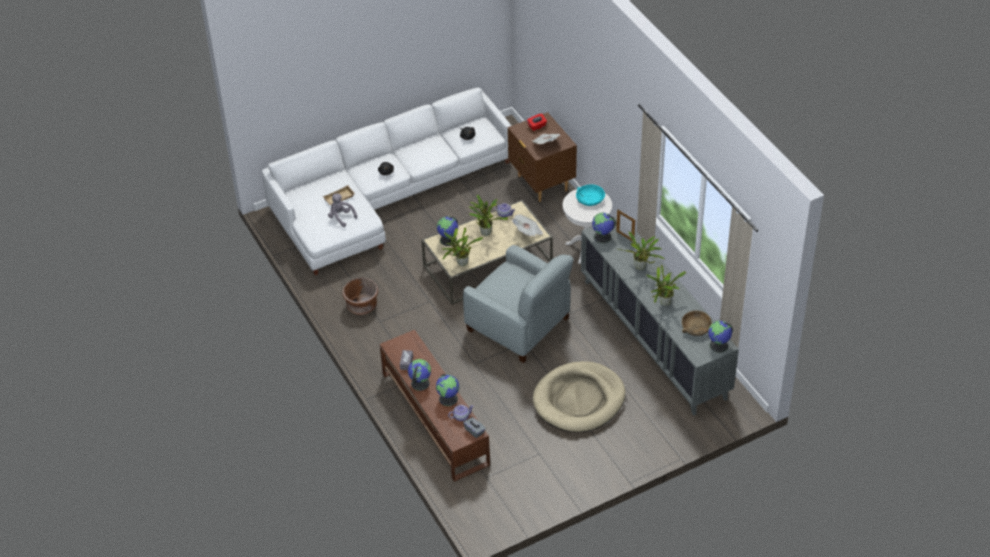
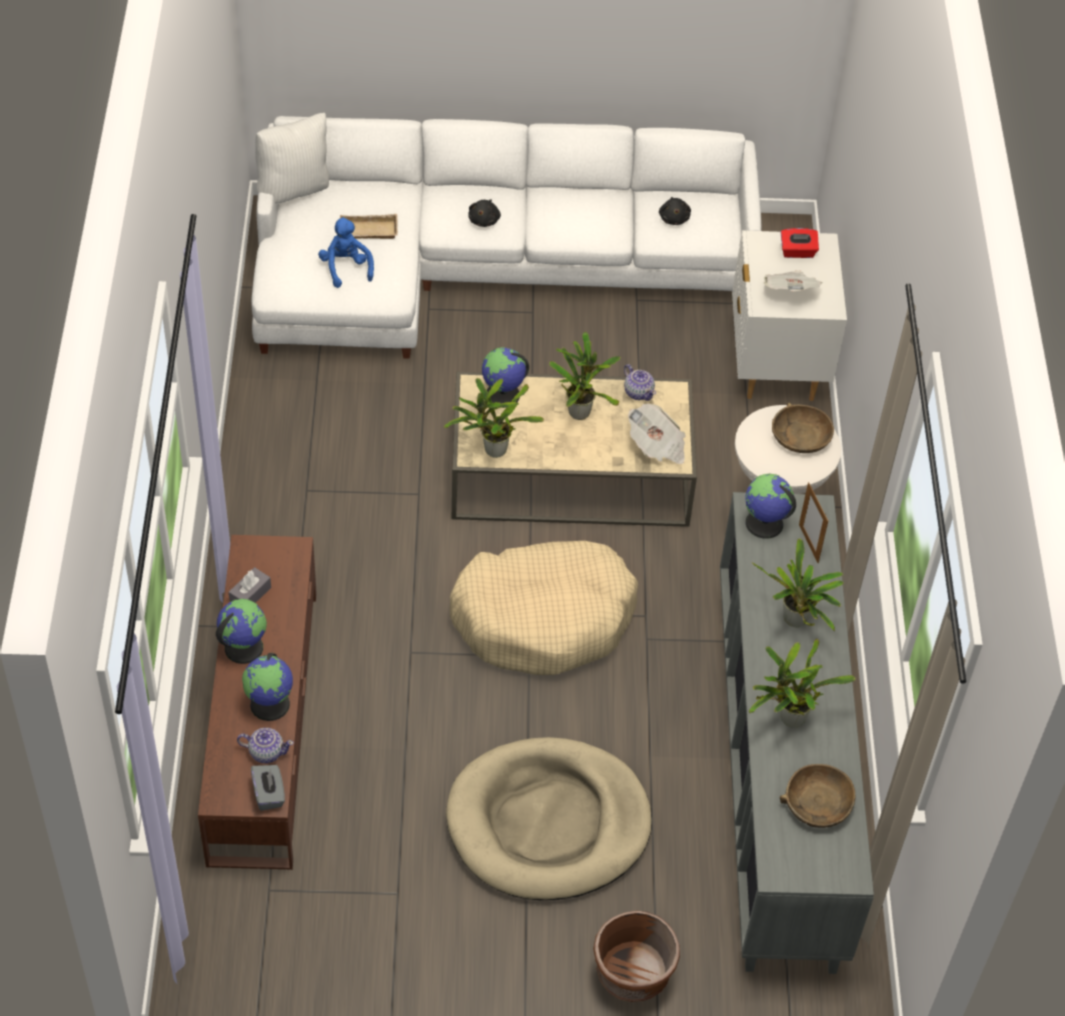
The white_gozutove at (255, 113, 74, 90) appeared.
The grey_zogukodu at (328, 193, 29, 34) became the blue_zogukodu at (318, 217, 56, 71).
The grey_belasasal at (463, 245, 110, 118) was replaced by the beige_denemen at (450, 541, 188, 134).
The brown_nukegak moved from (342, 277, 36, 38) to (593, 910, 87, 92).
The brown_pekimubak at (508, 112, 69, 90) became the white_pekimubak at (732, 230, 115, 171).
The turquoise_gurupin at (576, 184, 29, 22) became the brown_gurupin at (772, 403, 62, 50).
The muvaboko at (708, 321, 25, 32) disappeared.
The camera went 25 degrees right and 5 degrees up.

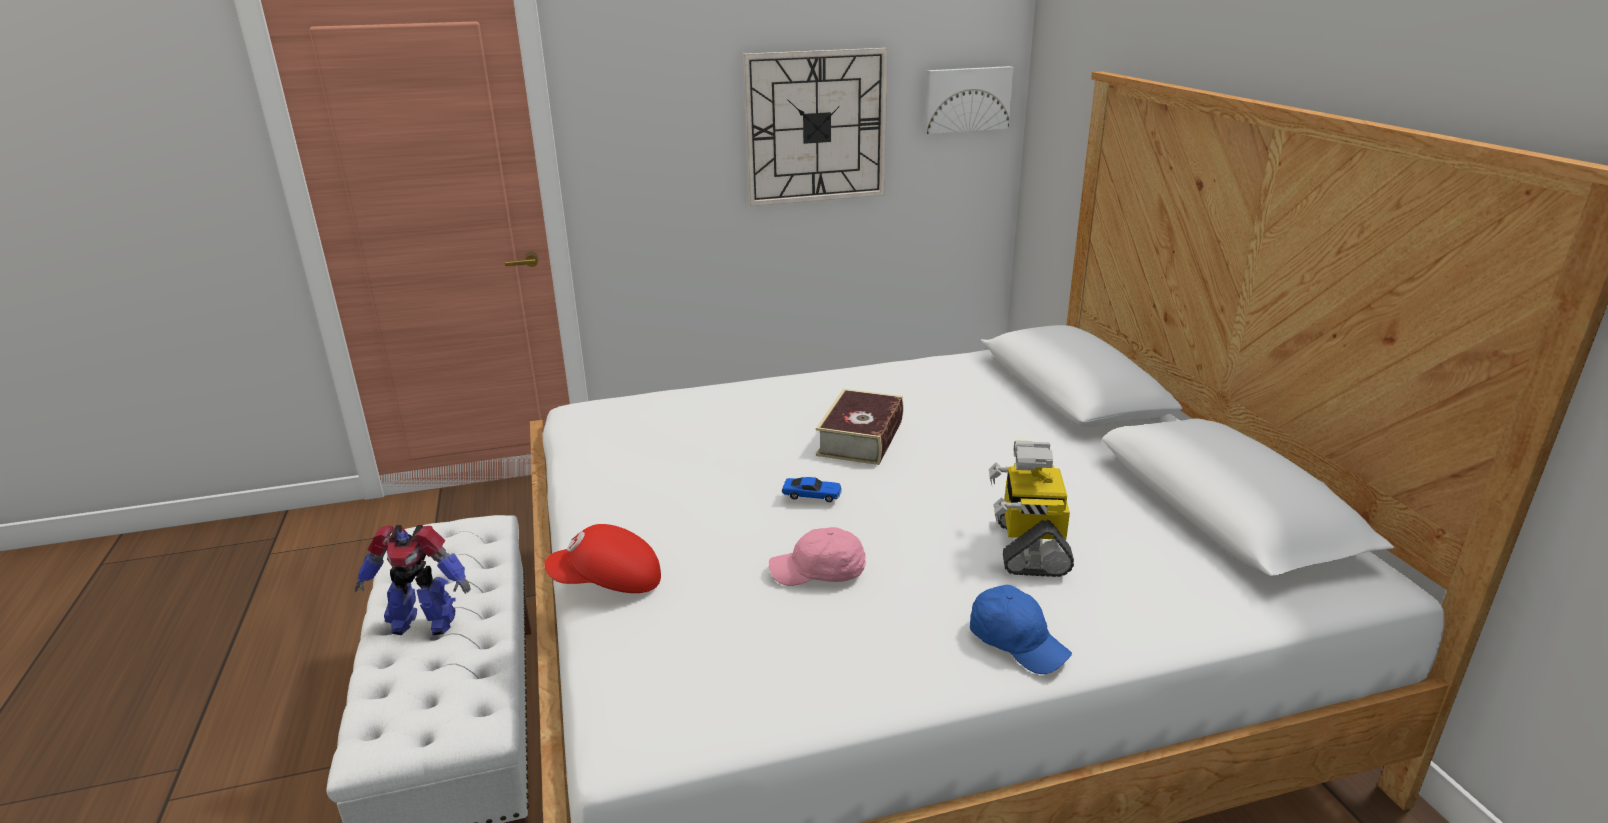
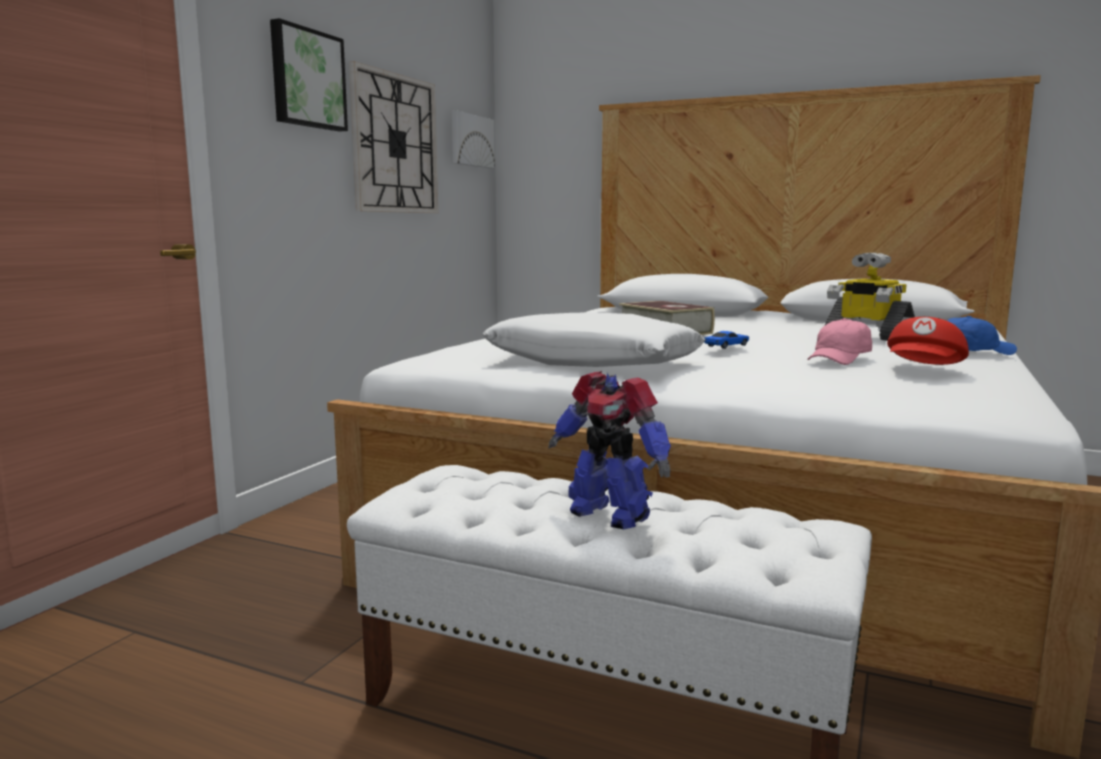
The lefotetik at (270, 18, 78, 114) appeared.
The white_gozutove at (483, 312, 222, 55) appeared.
The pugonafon at (355, 525, 116, 110) turned 90 degrees clockwise.
The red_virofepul moved from (544, 524, 117, 69) to (887, 317, 82, 48).
The camera went 50 degrees left and 15 degrees down.

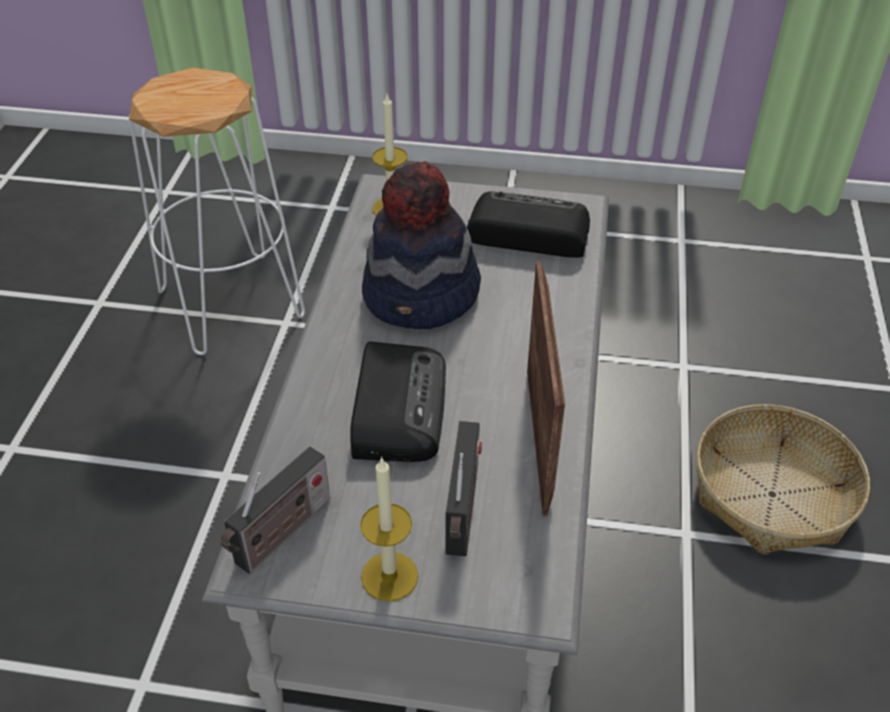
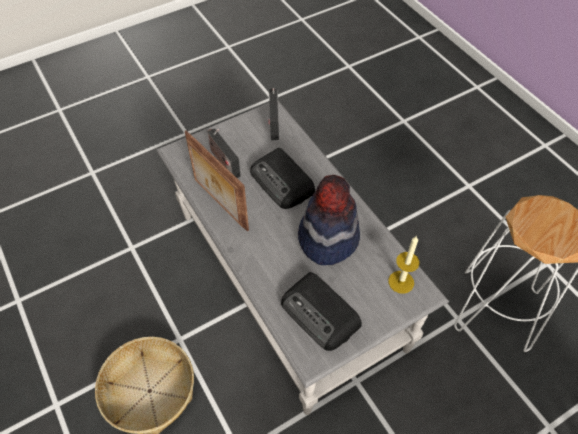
The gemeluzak at (467, 192, 123, 66) turned 75 degrees clockwise.
The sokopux at (360, 456, 59, 146) disappeared.
The camera went 140 degrees right and 10 degrees up.

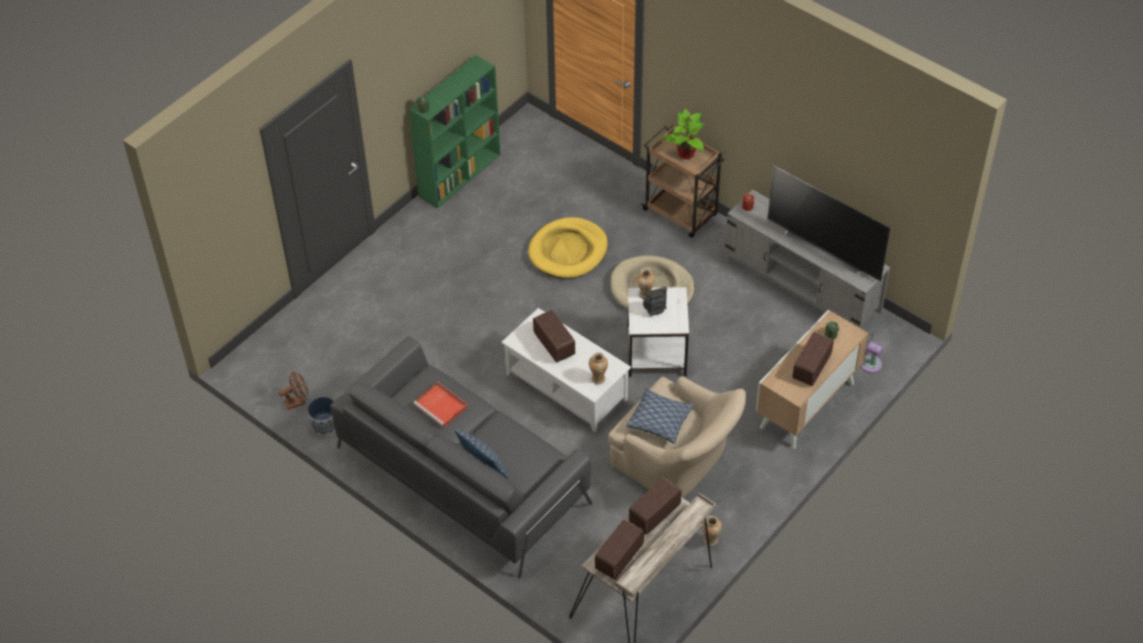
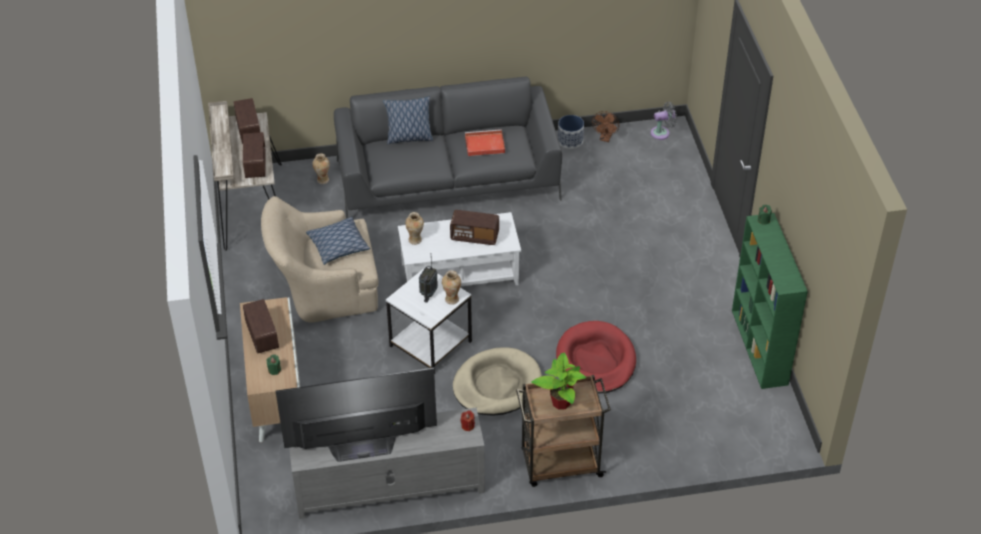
The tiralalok moved from (702, 516, 20, 30) to (313, 153, 17, 31).
The yellow_denemen at (528, 217, 80, 62) became the red_denemen at (556, 321, 80, 72).
The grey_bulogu moved from (861, 331, 22, 42) to (650, 102, 27, 38).
The camera went 130 degrees right and 5 degrees down.

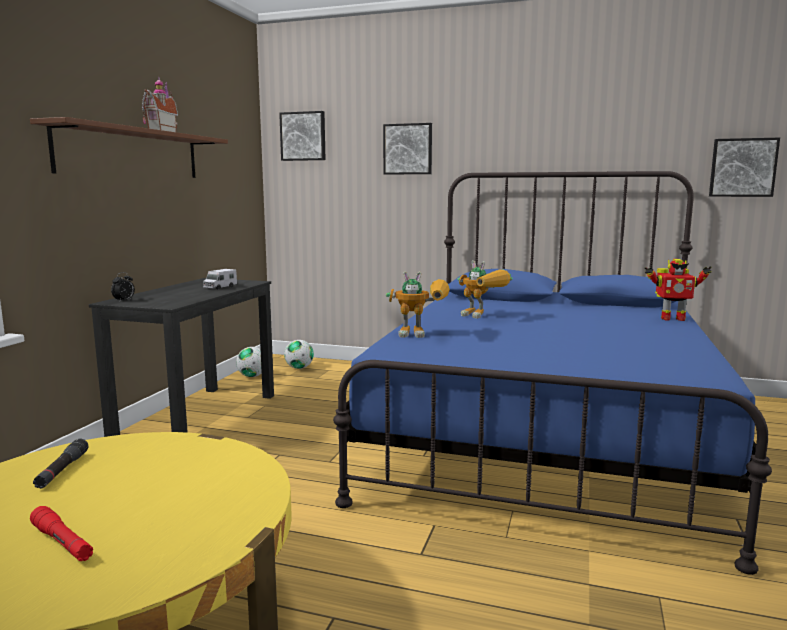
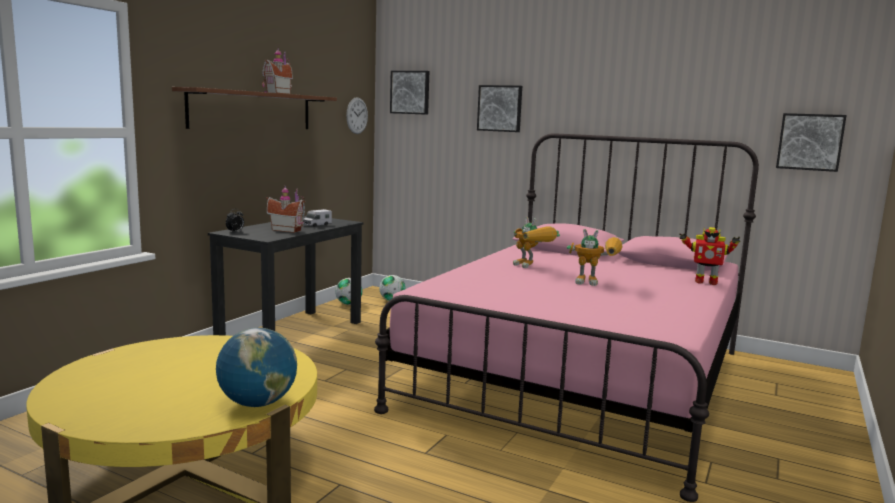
The muvaboko at (216, 328, 81, 79) appeared.
The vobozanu at (266, 185, 39, 48) appeared.
The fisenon at (346, 97, 22, 37) appeared.
The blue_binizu at (333, 171, 439, 404) became the pink_binizu at (374, 133, 385, 369).
The pugonafon moved from (386, 271, 64, 67) to (567, 229, 56, 57).
The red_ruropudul at (30, 506, 63, 56) disappeared.
The black_ruropudul at (33, 438, 56, 51) disappeared.
The camera went 10 degrees right and 0 degrees up.

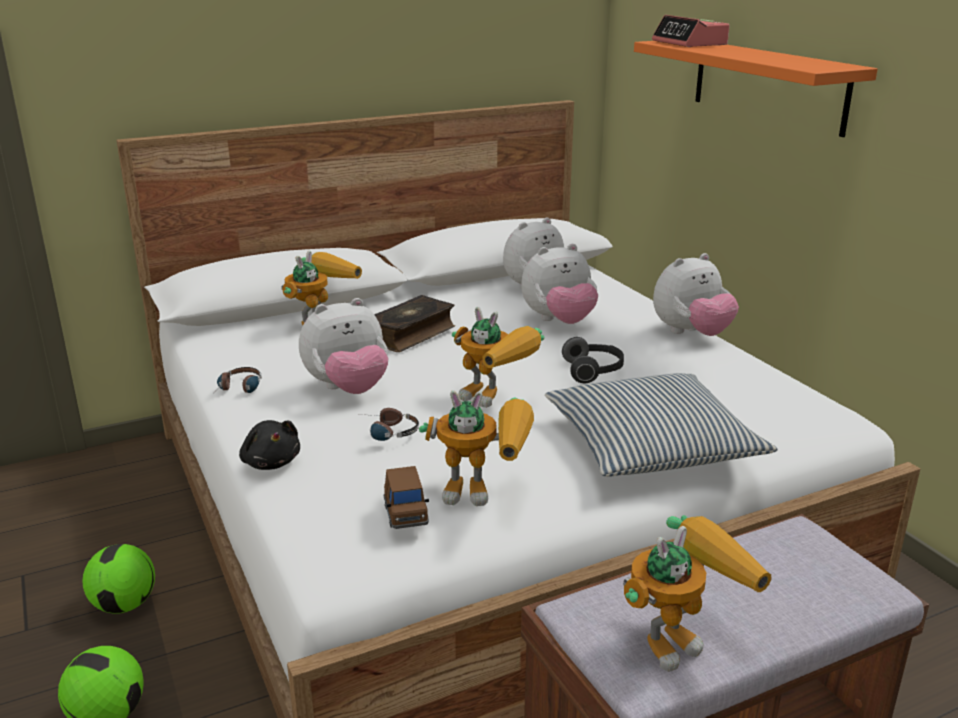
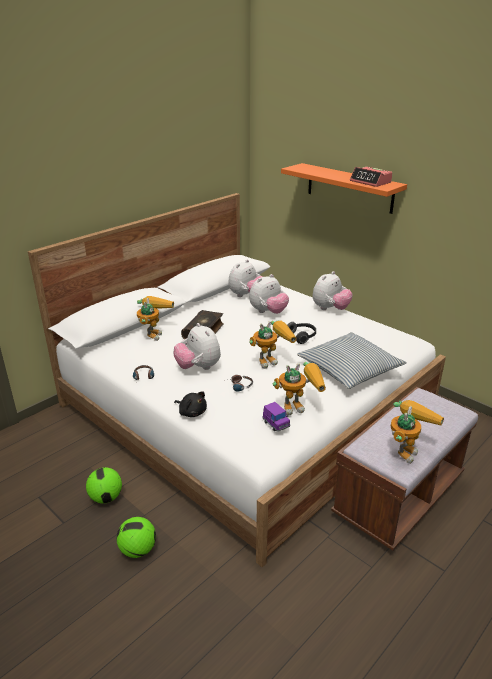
The zogukodu at (299, 298, 89, 96) turned 105 degrees clockwise.
The pugonafon at (452, 307, 92, 101) turned 45 degrees counterclockwise.
The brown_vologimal at (384, 466, 45, 63) became the purple_vologimal at (263, 402, 27, 29).
The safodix moved from (652, 15, 78, 32) to (350, 167, 42, 20).
The camera went 20 degrees left and 5 degrees up.

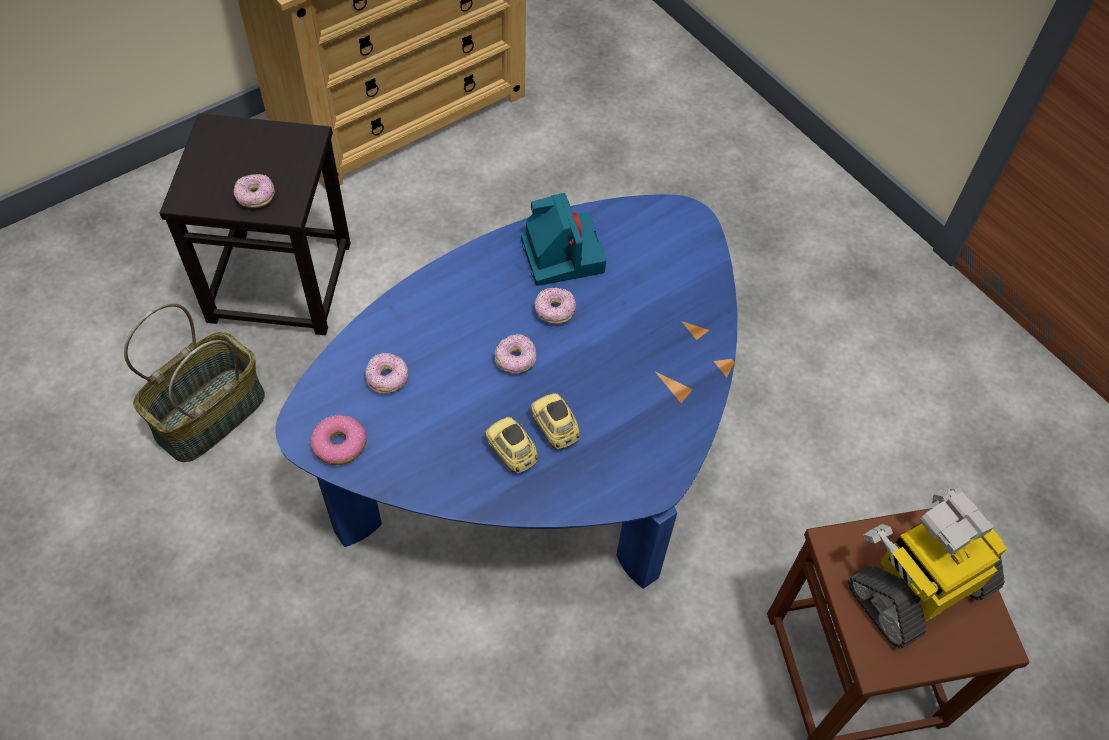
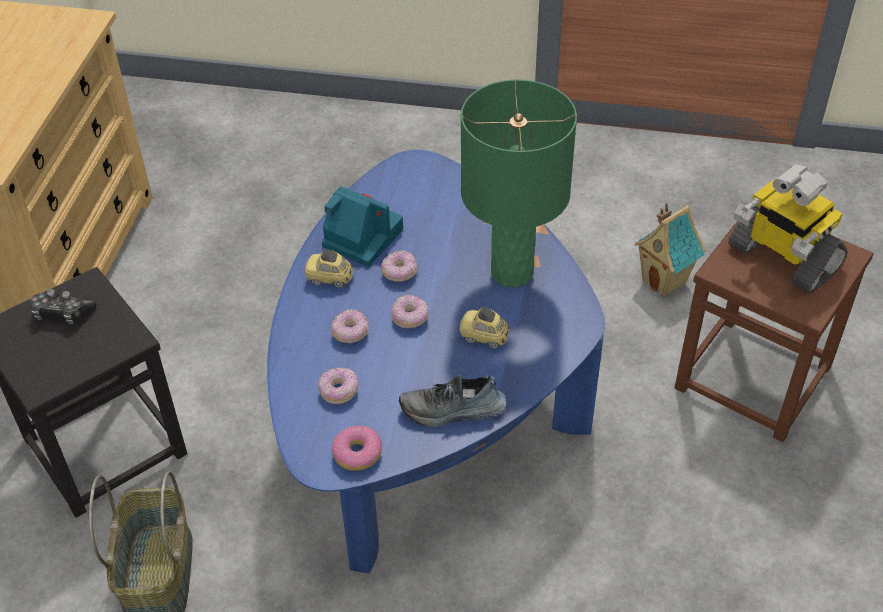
The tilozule at (30, 289, 67, 36) appeared.
The vologimal moved from (485, 417, 53, 56) to (305, 249, 48, 39).
The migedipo moved from (234, 174, 41, 34) to (331, 309, 38, 34).
The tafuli at (399, 374, 108, 54) appeared.
The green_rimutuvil at (461, 79, 116, 209) appeared.
The vobozanu at (635, 203, 71, 94) appeared.
The pugonafon at (848, 485, 159, 164) turned 60 degrees counterclockwise.
The camera went 40 degrees left and 10 degrees down.

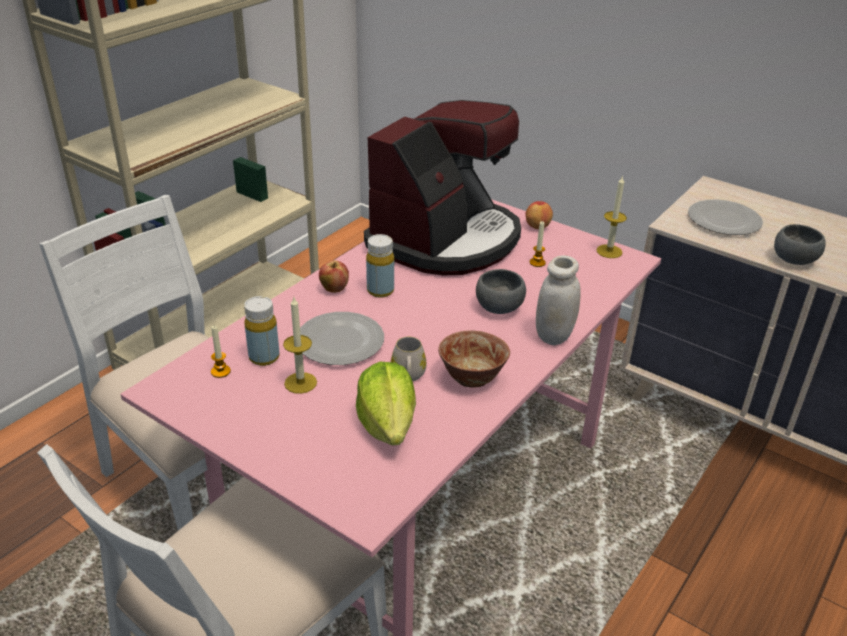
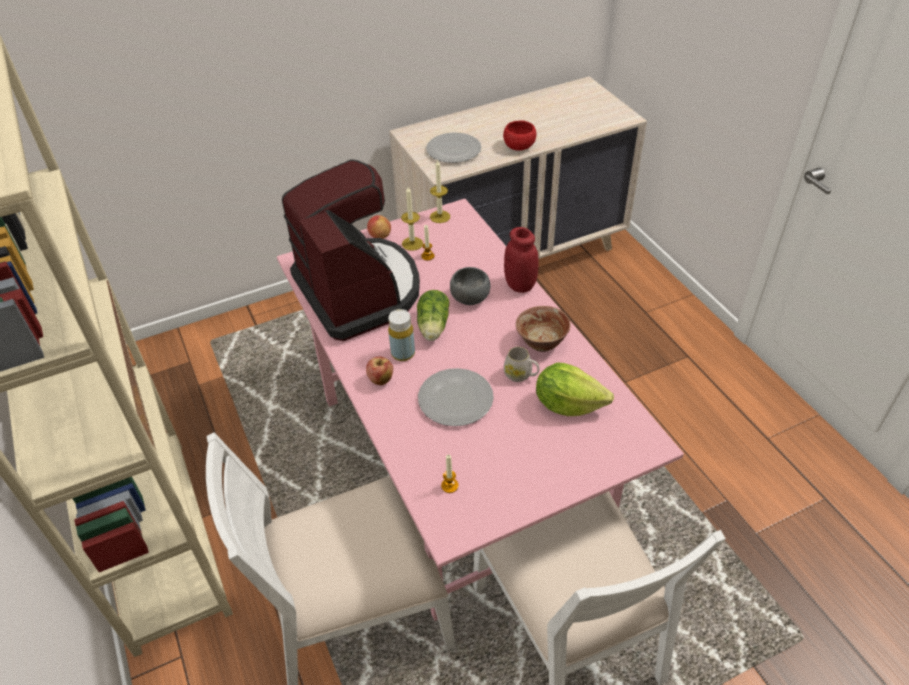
The sokopux moved from (283, 297, 34, 97) to (401, 187, 22, 64).
The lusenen at (417, 290, 32, 51) appeared.
The grey_gurupin at (774, 224, 52, 41) became the red_gurupin at (503, 121, 33, 30).
The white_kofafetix at (536, 255, 44, 90) became the red_kofafetix at (504, 227, 35, 66).
The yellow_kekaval at (244, 296, 36, 70) disappeared.
The camera went 60 degrees left and 10 degrees up.

